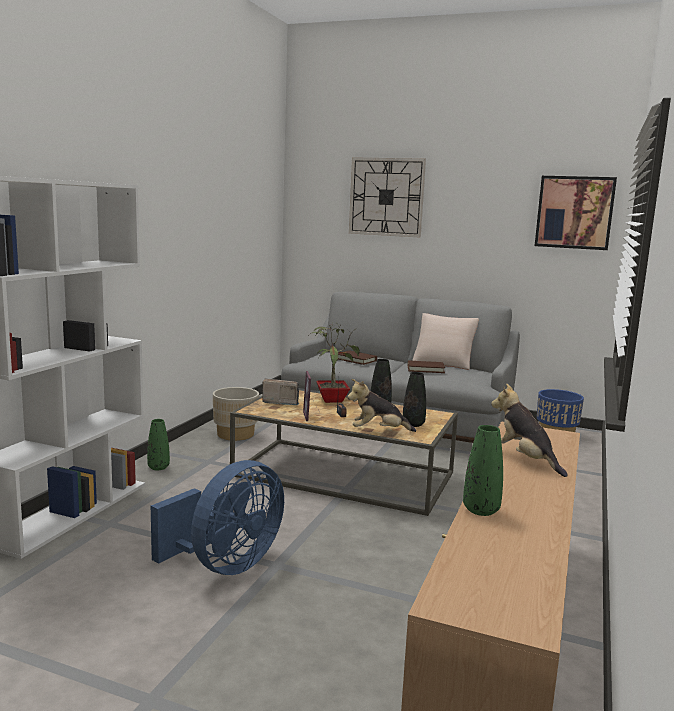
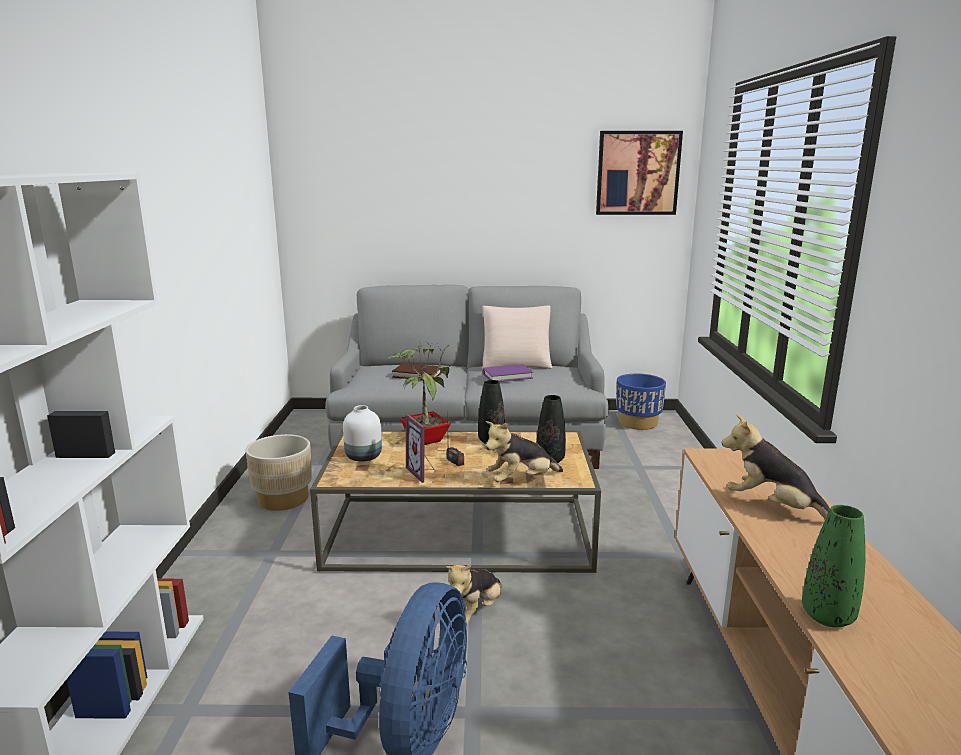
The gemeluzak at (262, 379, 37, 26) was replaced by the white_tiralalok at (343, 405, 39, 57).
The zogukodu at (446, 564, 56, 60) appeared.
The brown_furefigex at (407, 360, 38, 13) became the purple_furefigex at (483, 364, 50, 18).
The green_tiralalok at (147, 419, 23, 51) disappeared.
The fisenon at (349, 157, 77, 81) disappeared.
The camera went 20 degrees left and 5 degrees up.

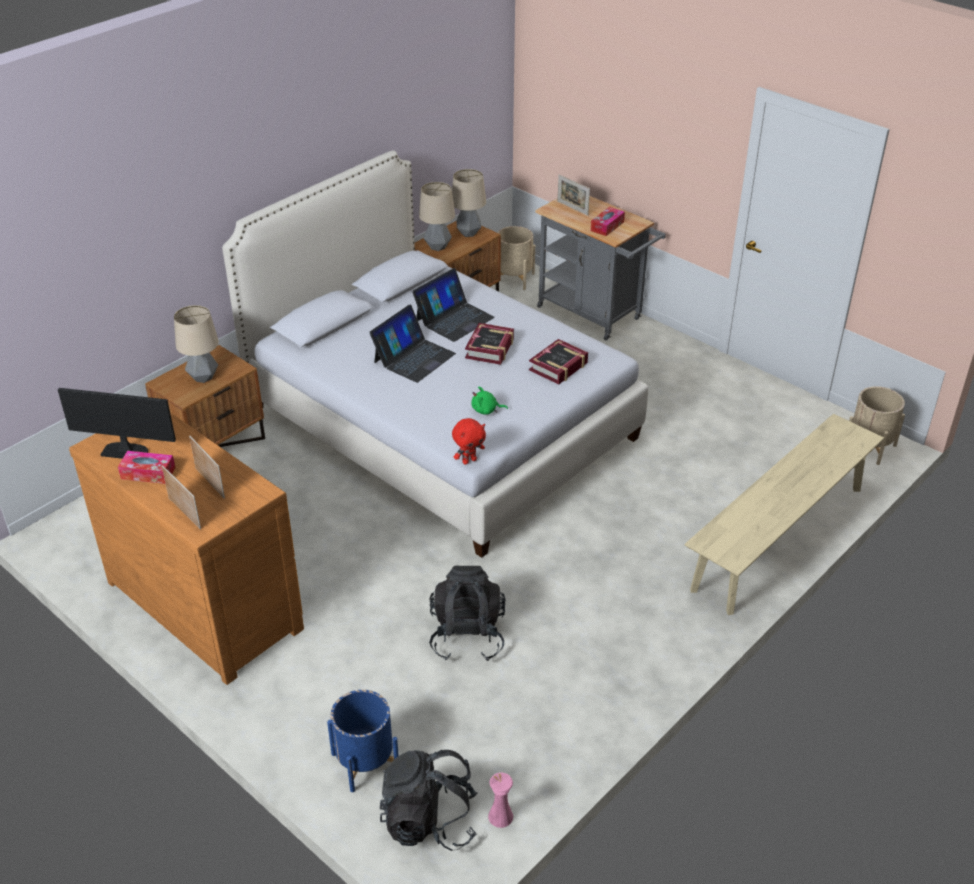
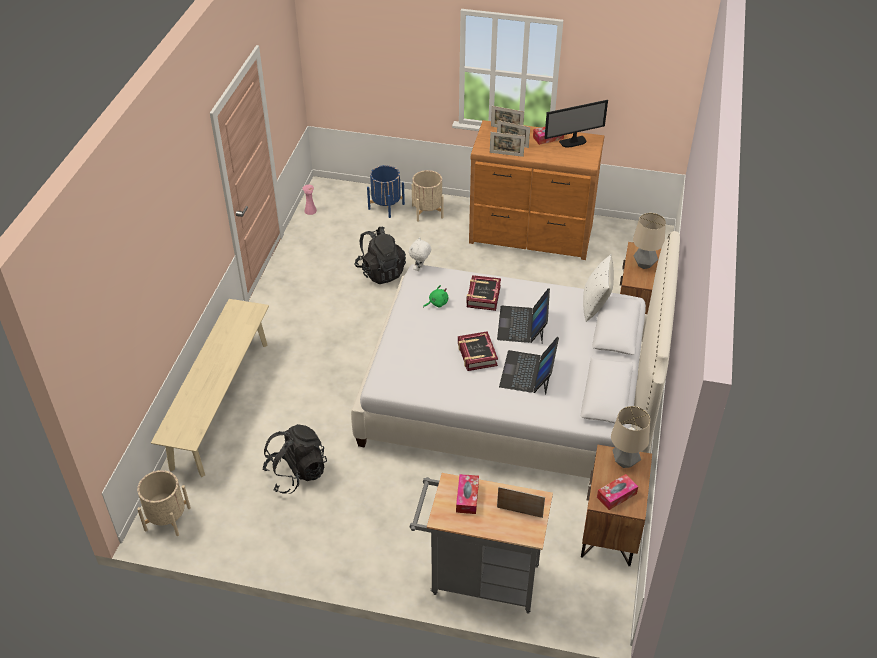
The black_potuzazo moved from (380, 750, 97, 101) to (262, 424, 65, 69).
The red_zogukodu at (452, 418, 34, 47) became the white_zogukodu at (409, 237, 22, 34).
The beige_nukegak moved from (494, 226, 41, 64) to (412, 170, 32, 52).
The furefigex moved from (529, 339, 59, 46) to (466, 275, 35, 36).
The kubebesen at (490, 132, 35, 25) appeared.
The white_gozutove at (583, 254, 31, 68) appeared.
The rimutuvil at (452, 169, 34, 68) was replaced by the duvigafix at (597, 474, 41, 36).
The camera went 150 degrees right and 5 degrees up.

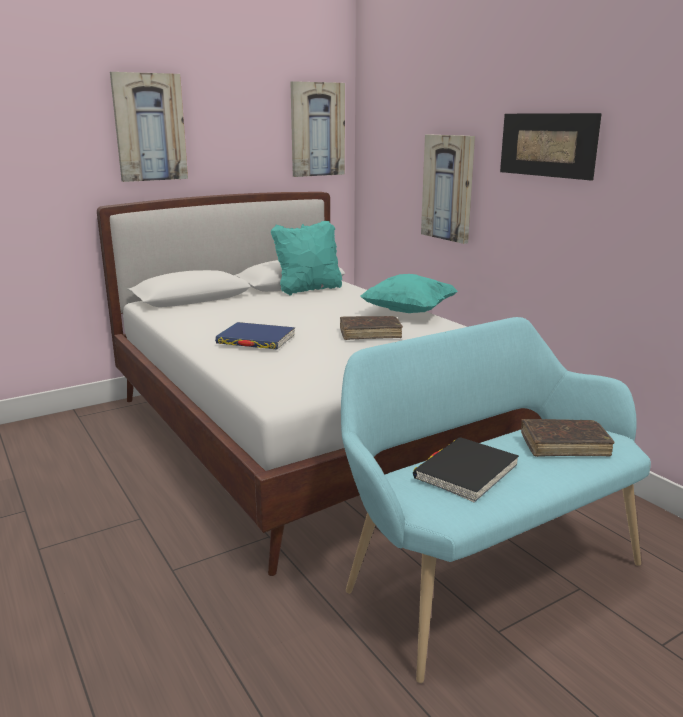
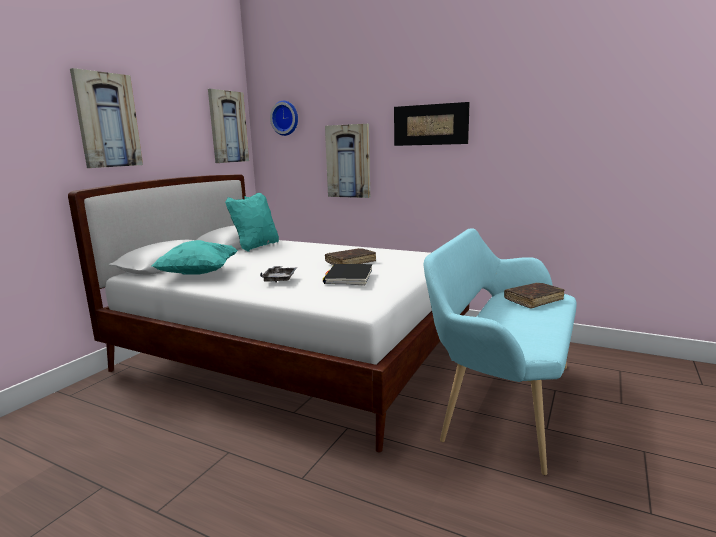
The turquoise_gozutove moved from (360, 274, 98, 39) to (152, 240, 86, 35).
The blue_furefigex at (215, 322, 80, 27) was replaced by the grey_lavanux at (260, 266, 37, 17).
The fisenon at (270, 101, 28, 35) appeared.
The black_furefigex moved from (413, 437, 106, 65) to (323, 264, 50, 22).
The camera went 30 degrees left and 5 degrees down.

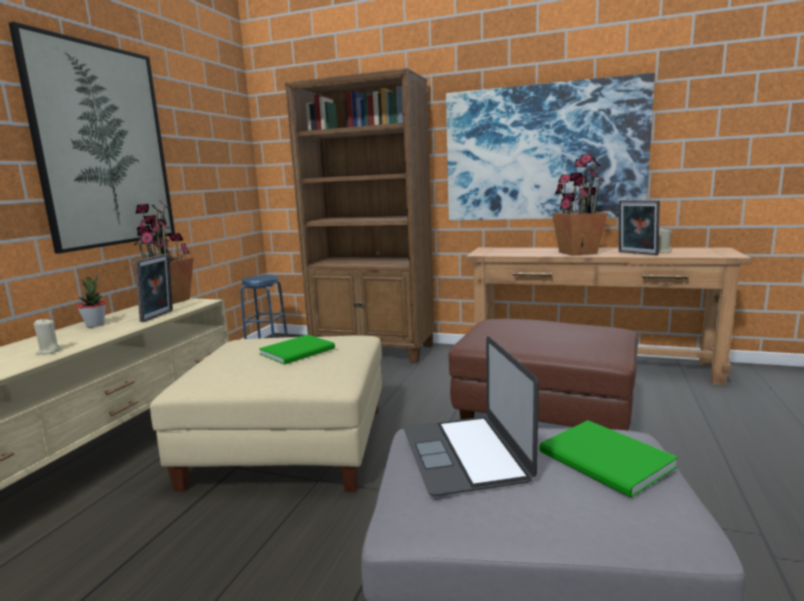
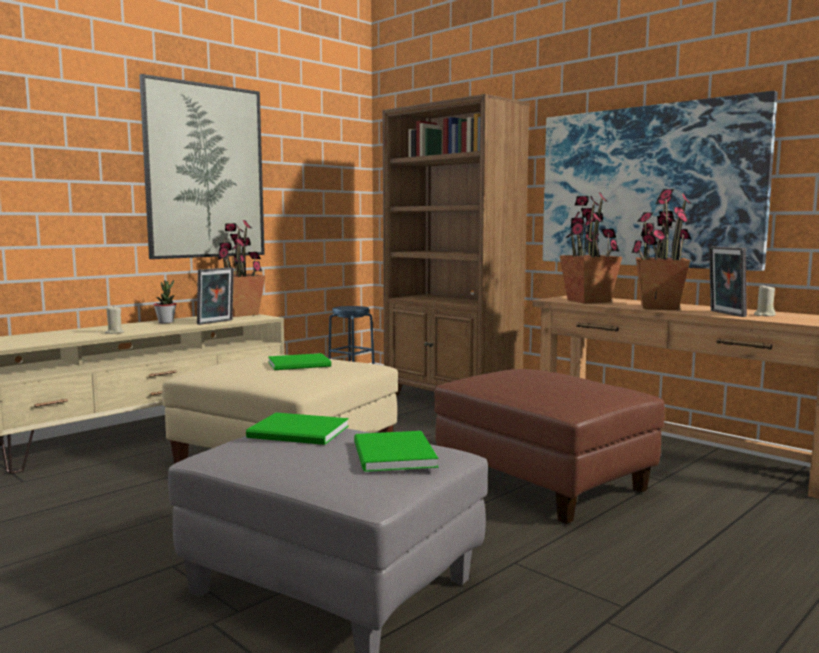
The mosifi at (404, 336, 135, 160) was replaced by the green_furefigex at (246, 413, 103, 32).
The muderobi at (560, 192, 62, 112) appeared.
The camera went 25 degrees right and 5 degrees down.

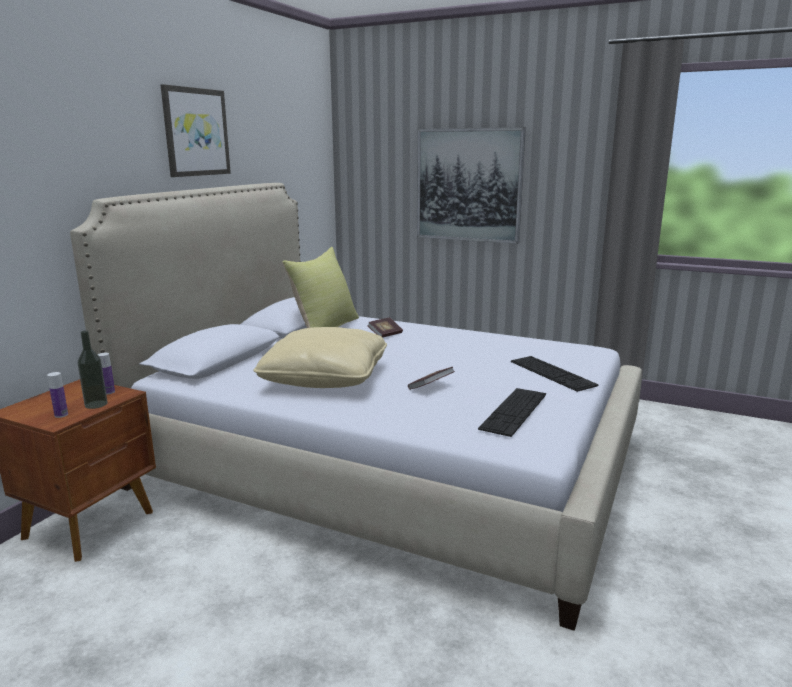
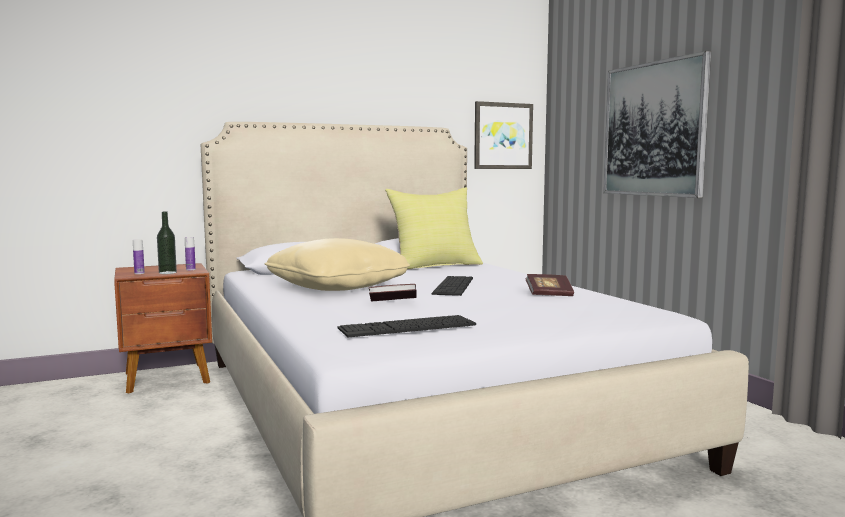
The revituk moved from (511, 356, 87, 36) to (431, 276, 42, 20).
The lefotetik moved from (161, 84, 70, 93) to (474, 101, 59, 68).
The furefigex moved from (367, 317, 36, 21) to (525, 274, 49, 22).
The camera went 40 degrees right and 10 degrees down.

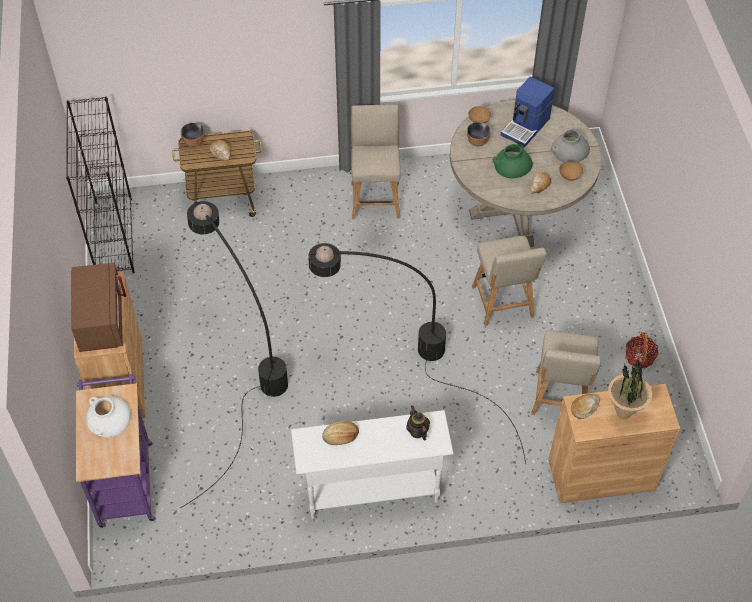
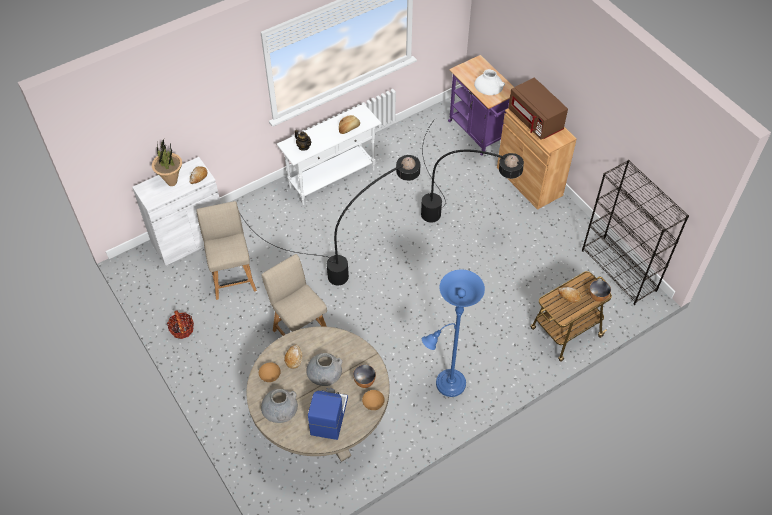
The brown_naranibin at (548, 384, 132, 119) became the white_naranibin at (132, 157, 89, 109).
The green_tiralalok at (493, 144, 40, 34) became the grey_tiralalok at (306, 353, 36, 33).
The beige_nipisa at (351, 105, 49, 114) was replaced by the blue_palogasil at (422, 269, 63, 128).
The camera went 155 degrees right and 0 degrees up.

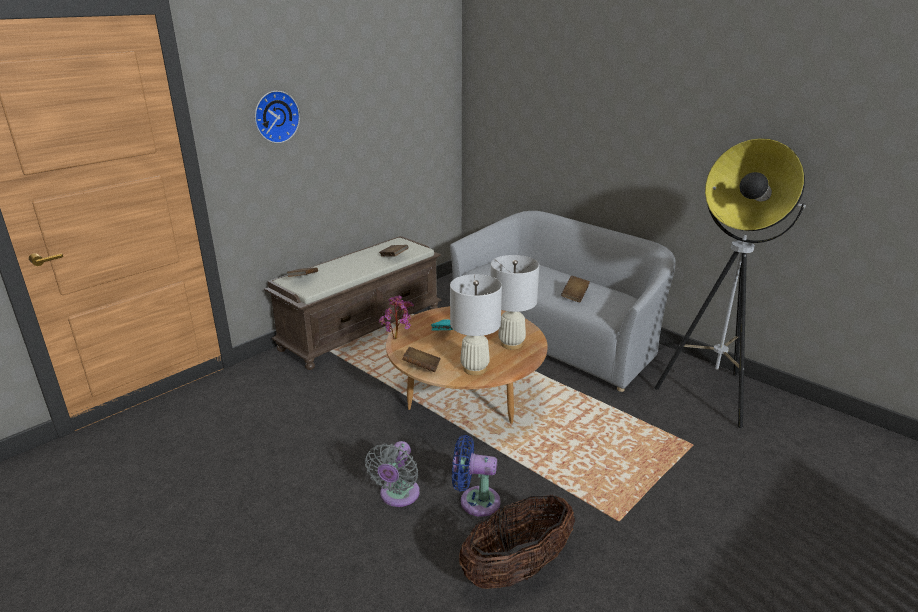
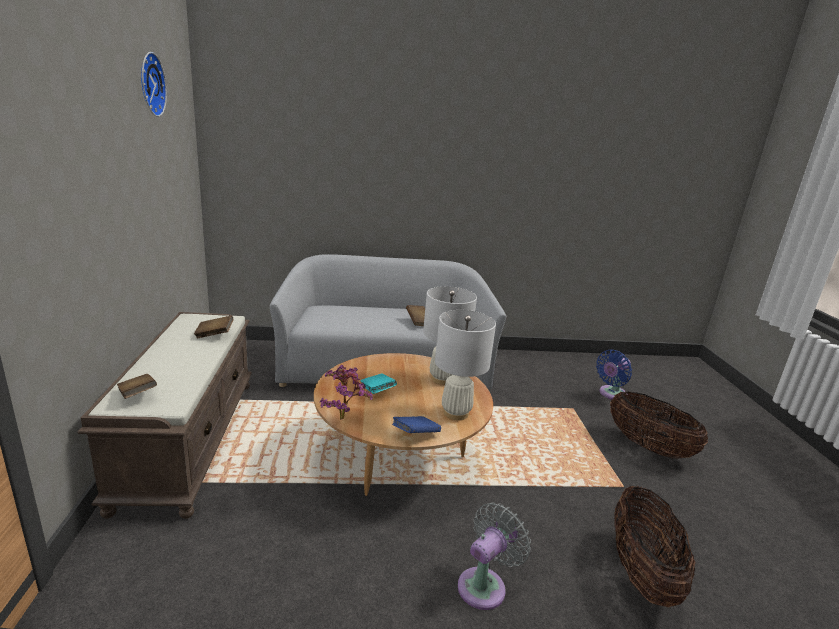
The fisenon moved from (255, 91, 45, 52) to (141, 52, 26, 65).
The brown_furefigex at (402, 347, 39, 25) became the blue_furefigex at (392, 416, 49, 17).
The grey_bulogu at (365, 441, 55, 66) turned 105 degrees counterclockwise.
The blue_bulogu moved from (452, 435, 49, 82) to (596, 350, 36, 49).
The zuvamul at (610, 392, 98, 67) appeared.
The palogasil at (654, 138, 152, 290) disappeared.
The camera went 50 degrees left and 5 degrees down.

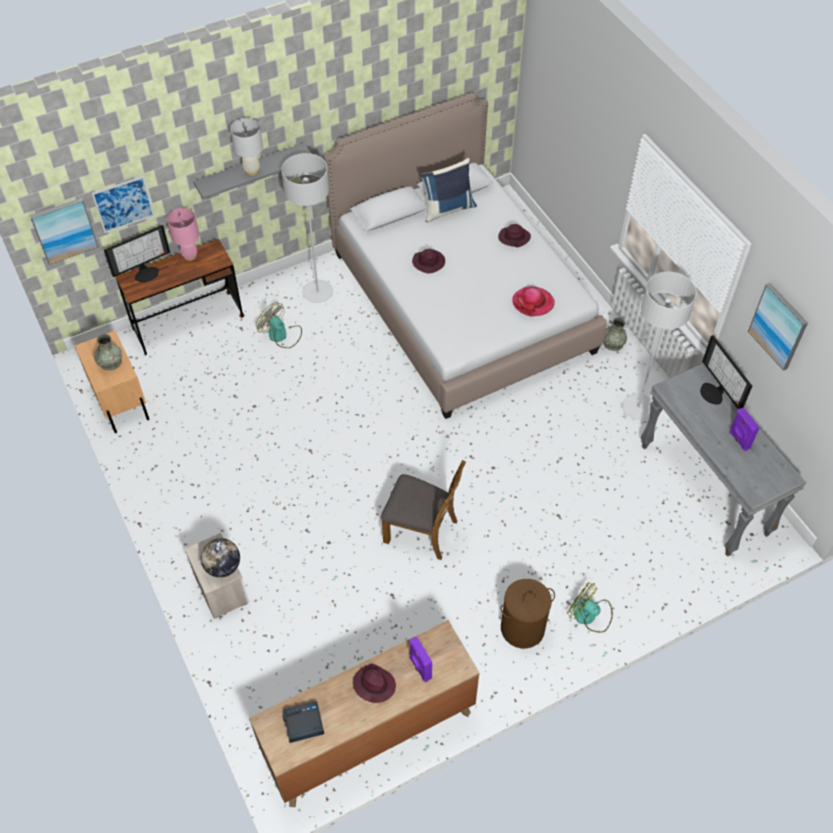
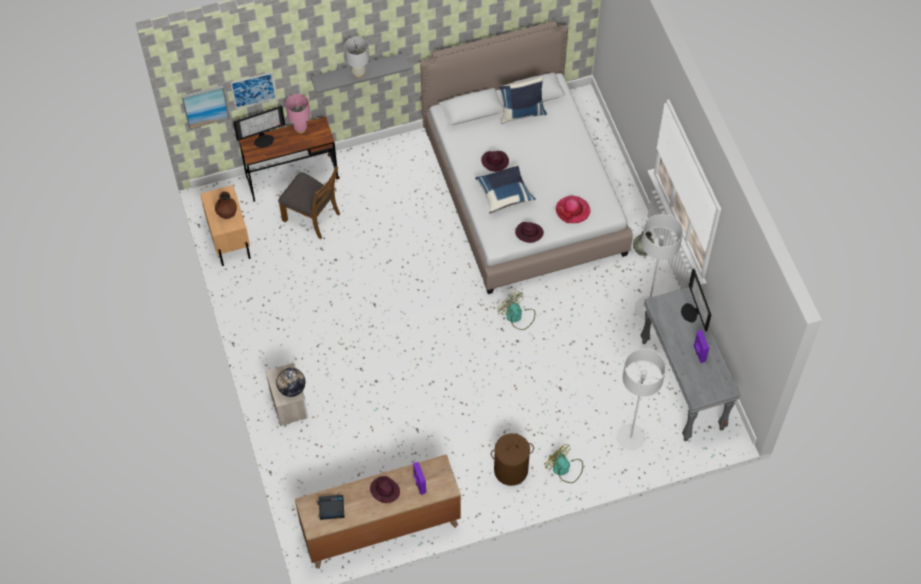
The grey_tiralalok at (94, 334, 28, 36) became the brown_tiralalok at (215, 191, 22, 28).
The brown_nipisa moved from (381, 460, 85, 100) to (278, 166, 62, 73).
The blue_gozutove at (475, 164, 61, 50) appeared.
The bulogu moved from (256, 303, 46, 45) to (497, 291, 38, 39).
The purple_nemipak moved from (498, 224, 33, 23) to (515, 222, 29, 21).
The grey_palogasil moved from (281, 153, 52, 150) to (617, 349, 49, 101).
The lefotetik at (748, 283, 60, 88) disappeared.
The camera went 10 degrees right and 5 degrees up.

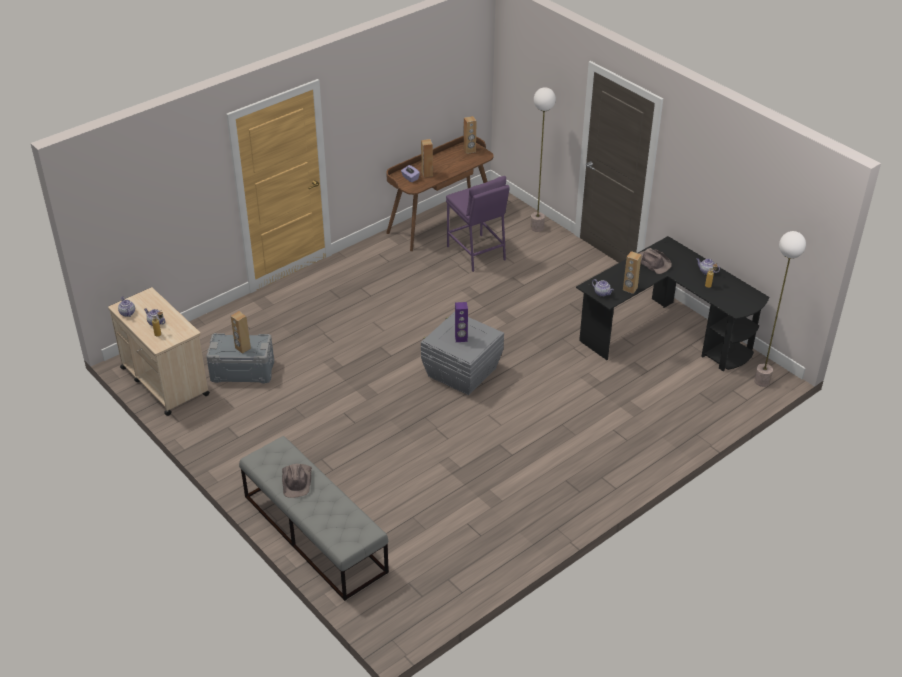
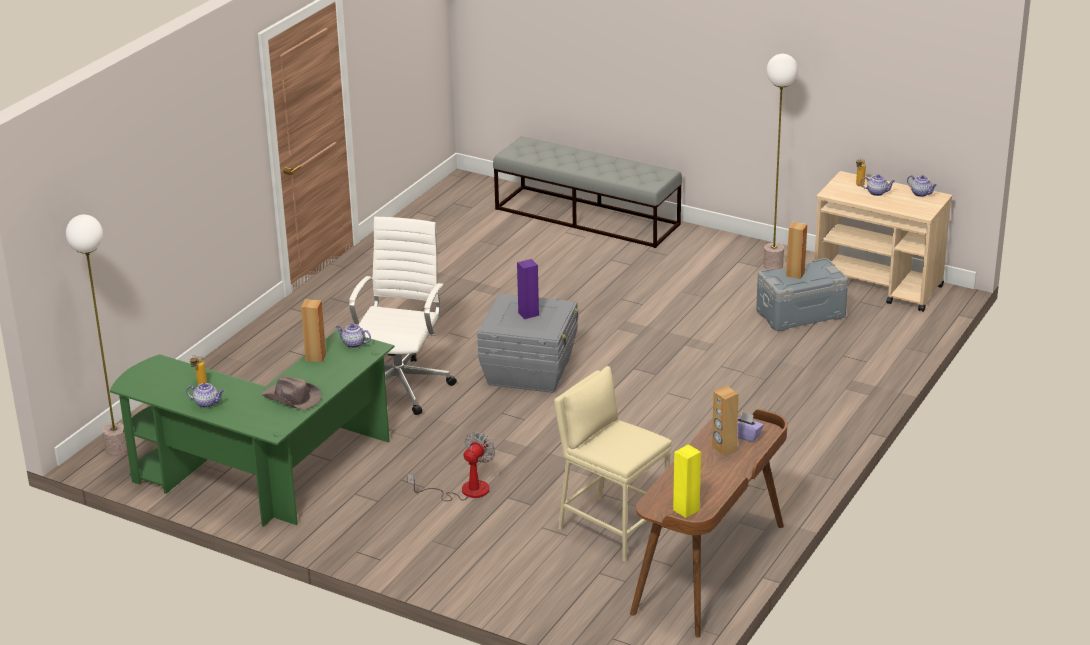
The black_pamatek at (576, 236, 193, 135) became the green_pamatek at (110, 329, 284, 198).
The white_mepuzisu at (349, 217, 108, 198) appeared.
The bulogu at (407, 432, 88, 69) appeared.
The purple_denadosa at (446, 176, 64, 96) became the beige_denadosa at (554, 366, 118, 196).
The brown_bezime at (463, 116, 14, 38) became the yellow_bezime at (673, 444, 28, 74).
The palogasil moved from (530, 87, 26, 145) to (763, 54, 35, 216).
The brown_nemipak at (282, 464, 30, 34) disappeared.
The camera went 160 degrees right and 10 degrees down.

